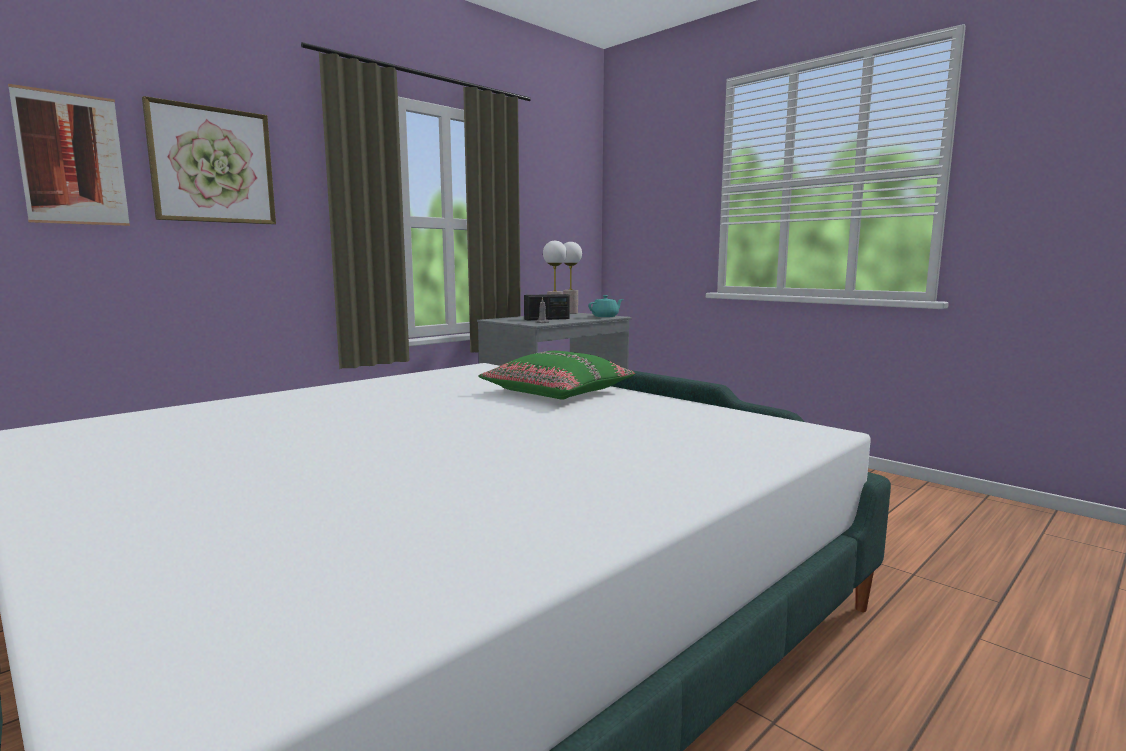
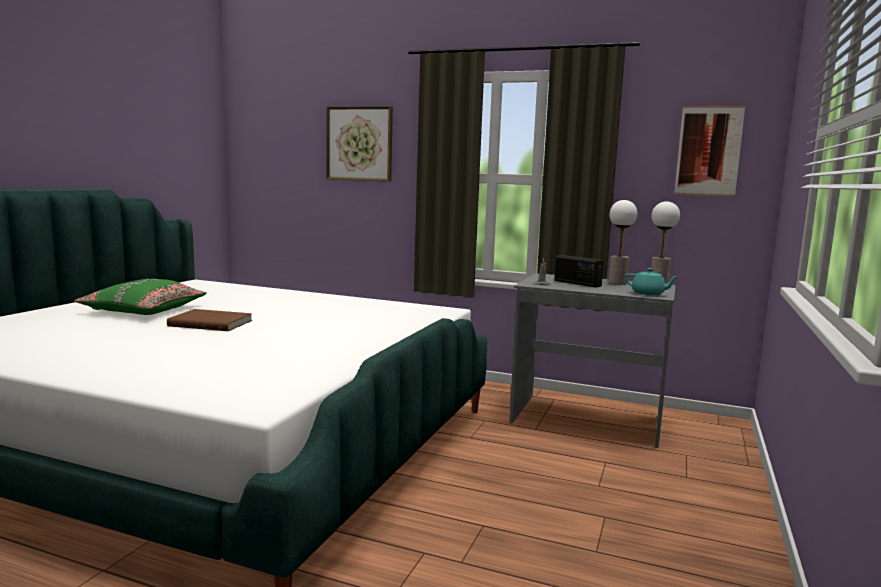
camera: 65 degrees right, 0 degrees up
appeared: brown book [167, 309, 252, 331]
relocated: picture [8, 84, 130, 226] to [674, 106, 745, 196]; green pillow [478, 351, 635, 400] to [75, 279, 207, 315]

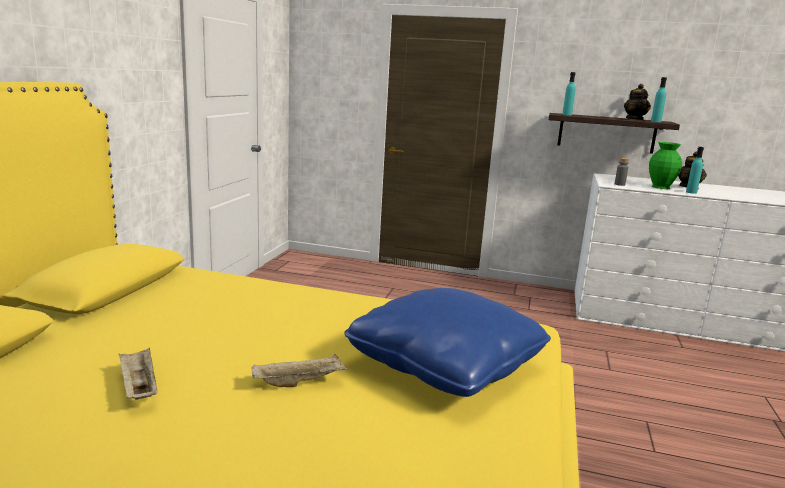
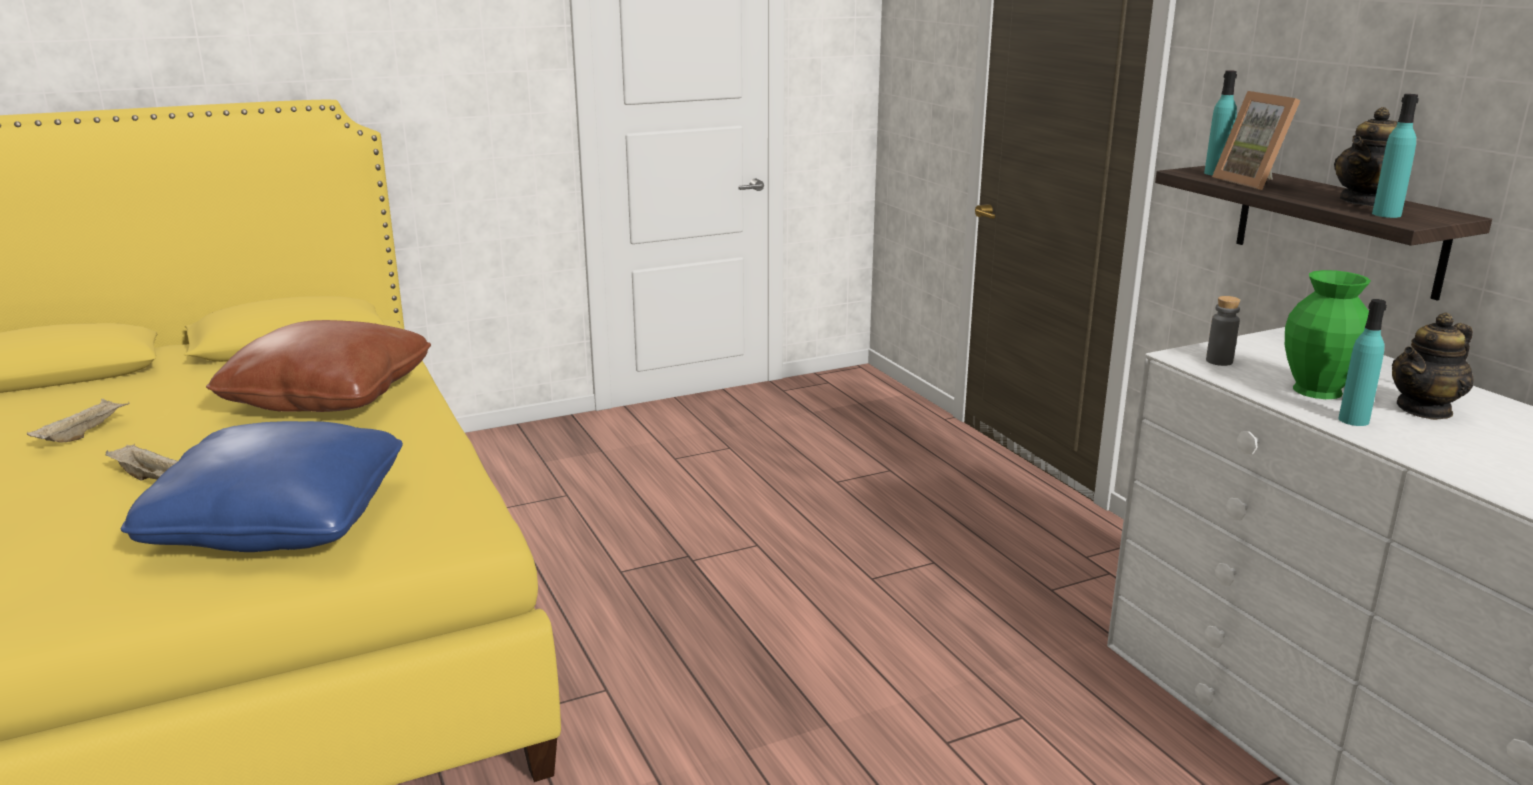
camera: 50 degrees right, 5 degrees up
appeared: brown pillow [206, 320, 431, 412]; picture frame [1212, 91, 1301, 190]

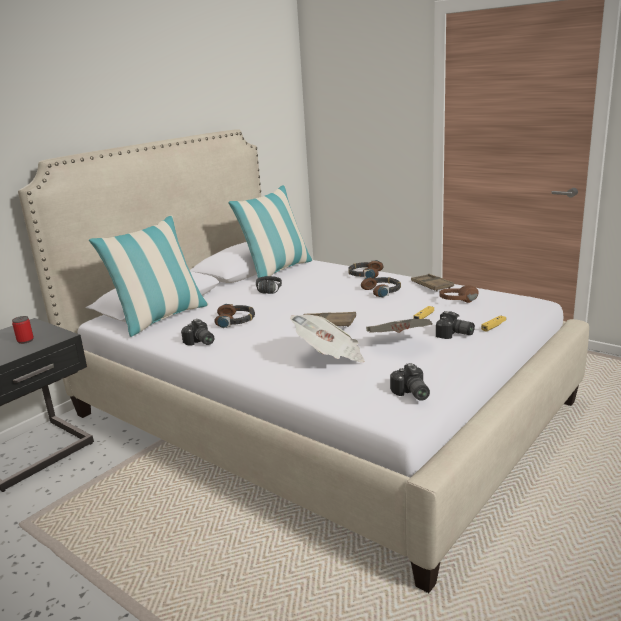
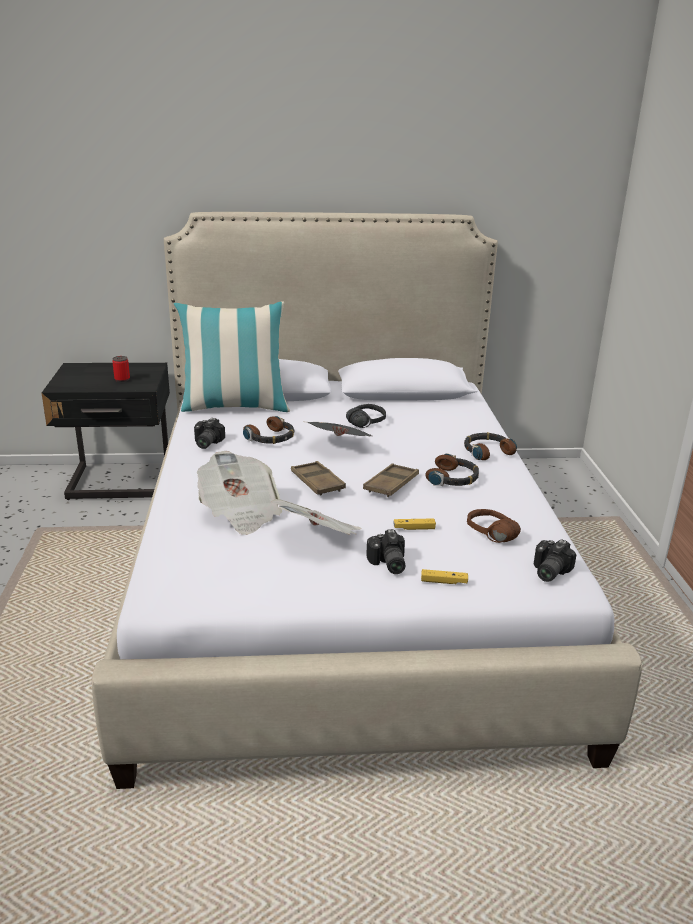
camera: 45 degrees right, 5 degrees up
missing: pillow [228, 185, 313, 278]
appeared: newspaper [303, 421, 372, 437]
relocated: photo camera [390, 363, 430, 401] to [534, 539, 576, 582]; brown tray [411, 274, 454, 292] to [363, 463, 419, 497]

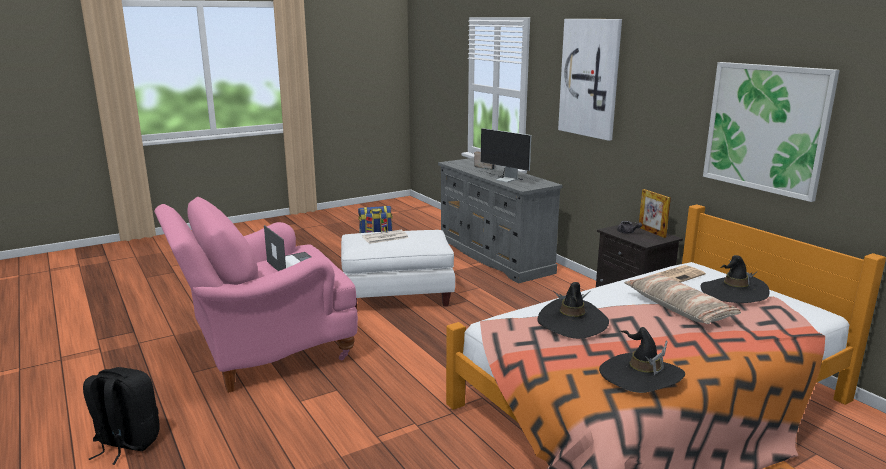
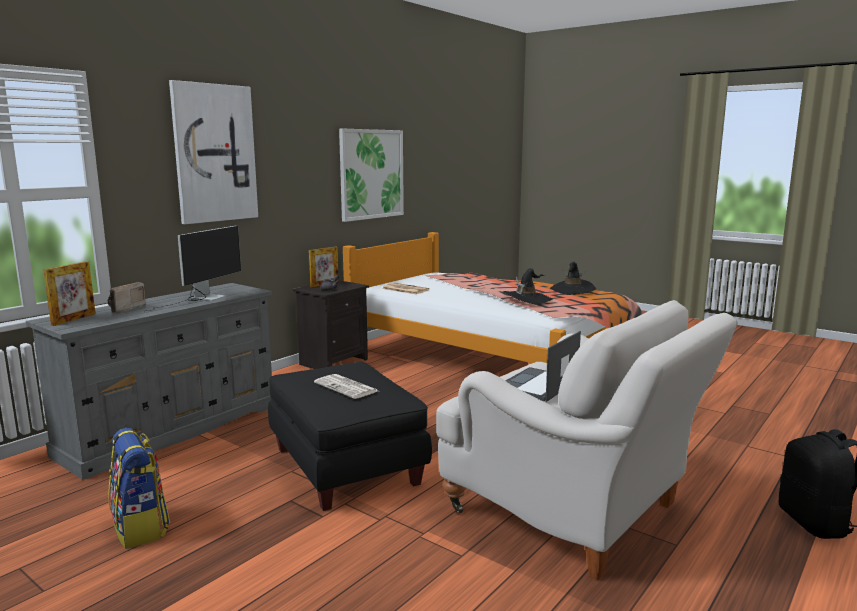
camera: 110 degrees left, 5 degrees down
missing: pillow [624, 274, 741, 324]; black hat [701, 255, 769, 303]
appeared: picture frame [43, 261, 96, 326]
colour: pink armchair [154, 197, 358, 393] to white armchair [436, 300, 738, 580]; white ottoman [341, 230, 455, 309] to black ottoman [268, 362, 432, 511]

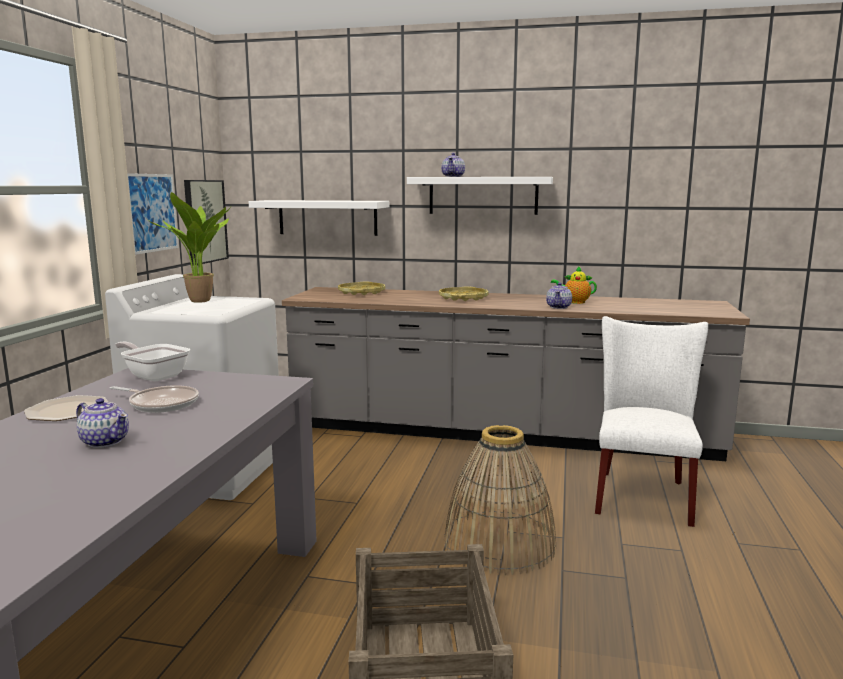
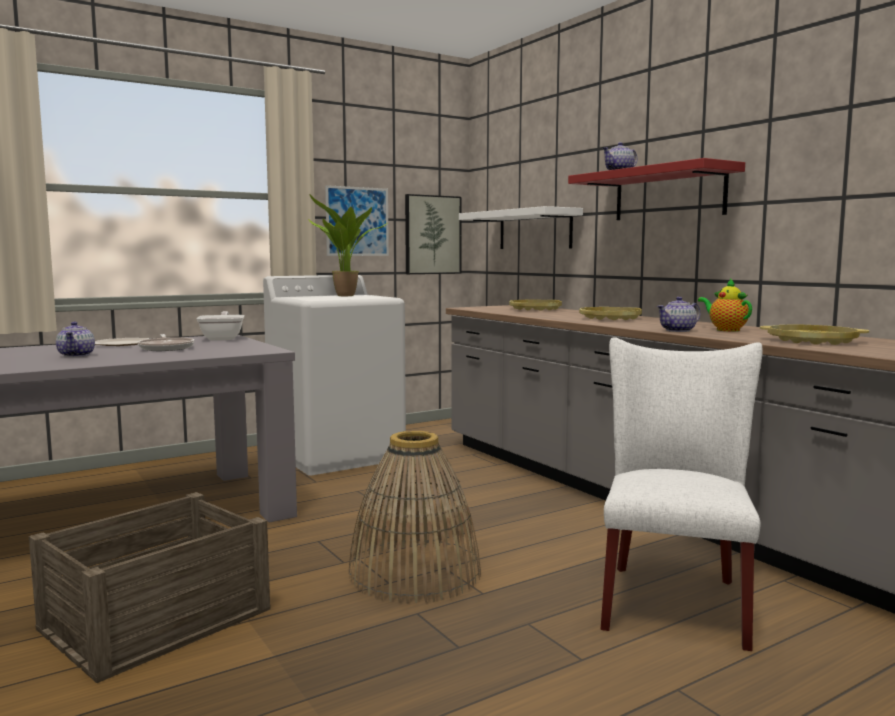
camera: 45 degrees right, 5 degrees down
appeared: yellow tray [760, 325, 869, 345]
colour: white shelf [407, 177, 553, 215] to red shelf [568, 158, 745, 220]
spun: white chair [595, 316, 708, 527] = [600, 337, 763, 651] 45 degrees counterclockwise

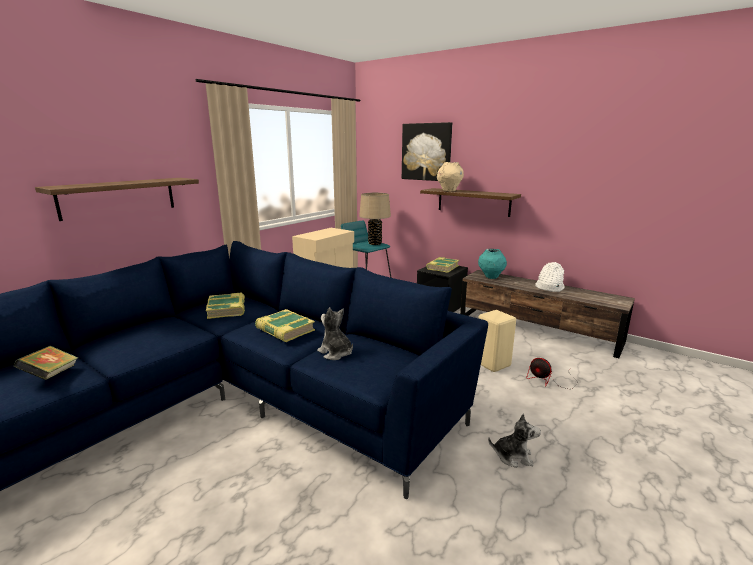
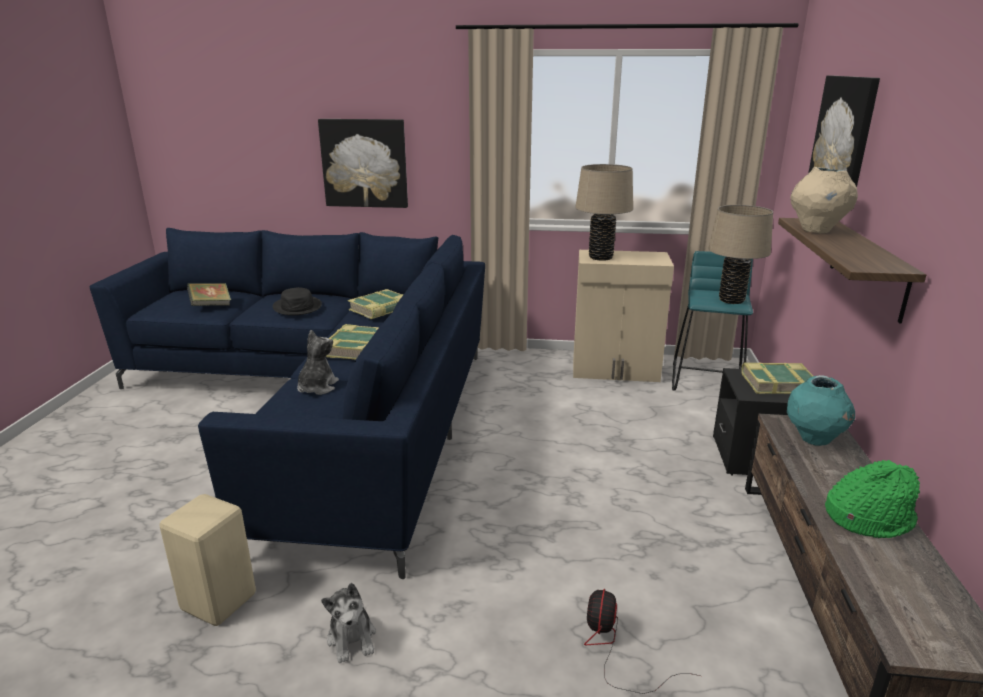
camera: 60 degrees right, 5 degrees up
appeared: black hat [273, 287, 322, 315]; beige table lamp [575, 164, 633, 261]
relocated: beige stool [478, 310, 516, 372] to [159, 494, 256, 626]
exchanged: shelf [35, 178, 199, 221] to picture [318, 119, 408, 208]
colour: white hat [535, 262, 564, 292] to green hat [825, 460, 920, 538]

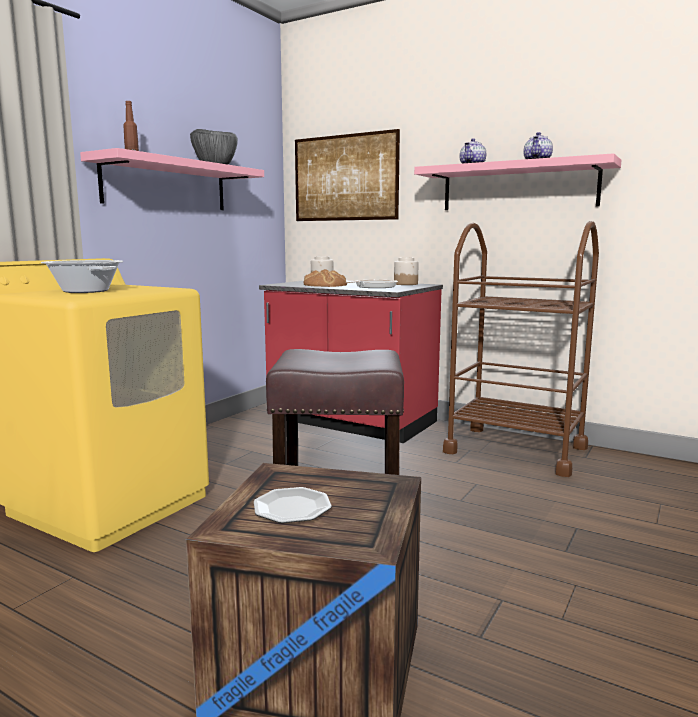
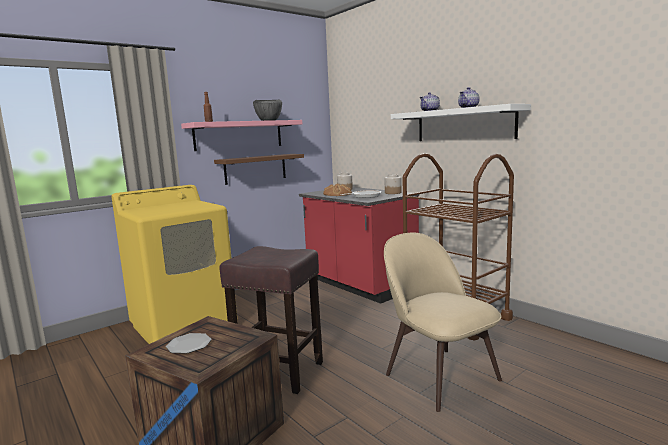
camera: 20 degrees right, 0 degrees up
missing: cooking pot [41, 260, 124, 293]; picture [295, 129, 400, 221]
appeared: brown shelf [214, 154, 304, 185]; beige chair [384, 233, 502, 412]
colour: pink shelf [414, 153, 622, 210] to white shelf [391, 104, 531, 141]

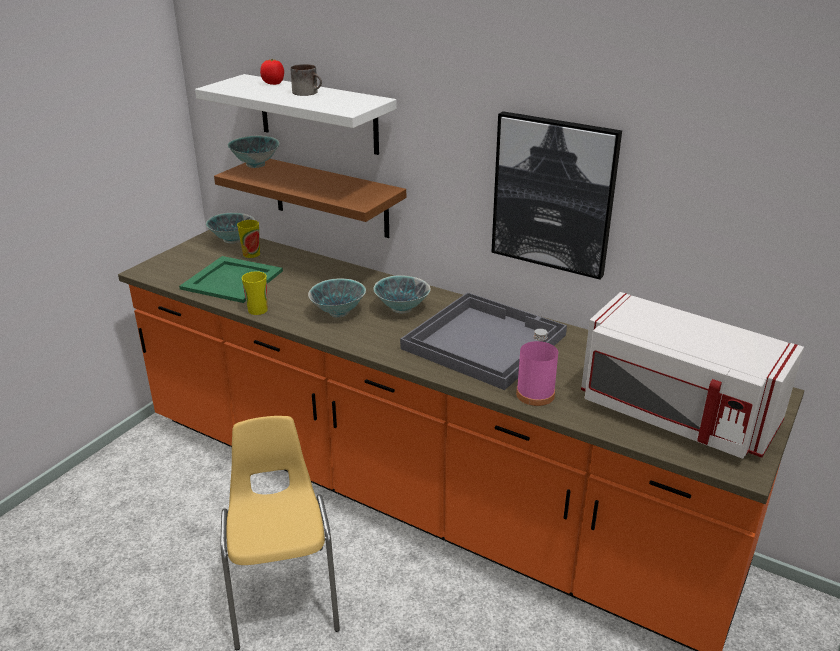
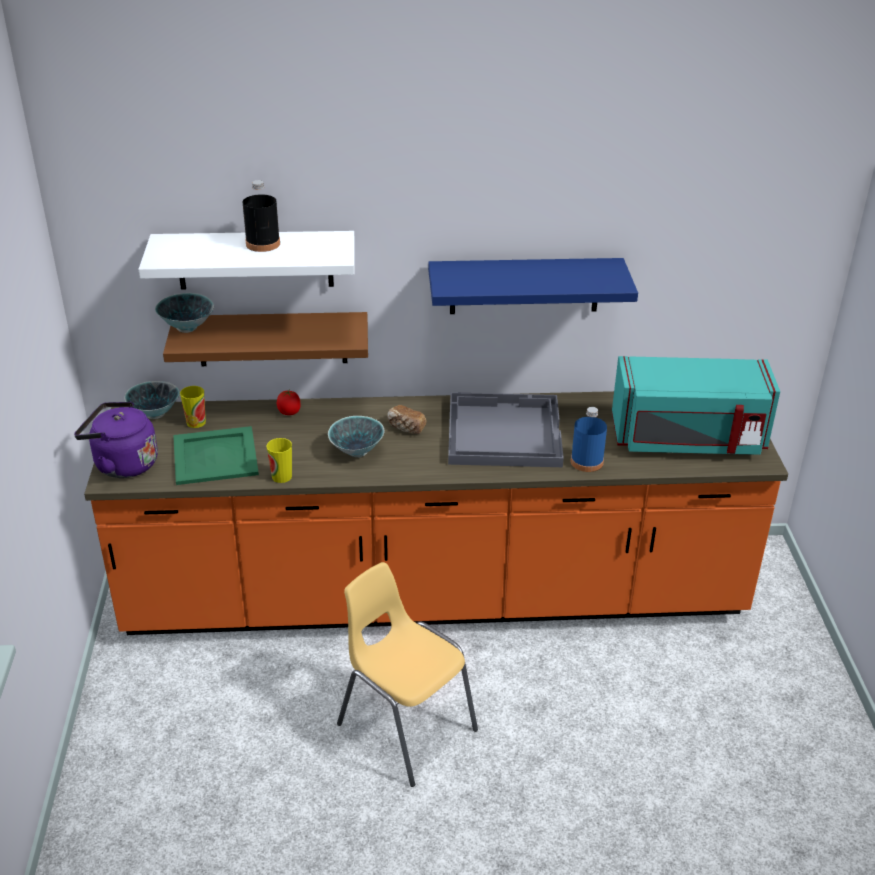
camera: 35 degrees left, 5 degrees up
appeared: purple kettle [74, 402, 158, 478]
relocated: tomato [260, 59, 284, 85] to [277, 390, 301, 415]
exchanged: mug [290, 64, 322, 96] to black bottle [243, 180, 280, 252]; bowl [373, 275, 431, 314] to bread [387, 405, 427, 434]; picture [491, 111, 622, 279] to blue shelf [428, 258, 638, 314]
colour: pink bottle [516, 328, 558, 406] to blue bottle [570, 407, 607, 472]; white microwave [581, 292, 804, 459] to turquoise microwave [612, 356, 780, 455]

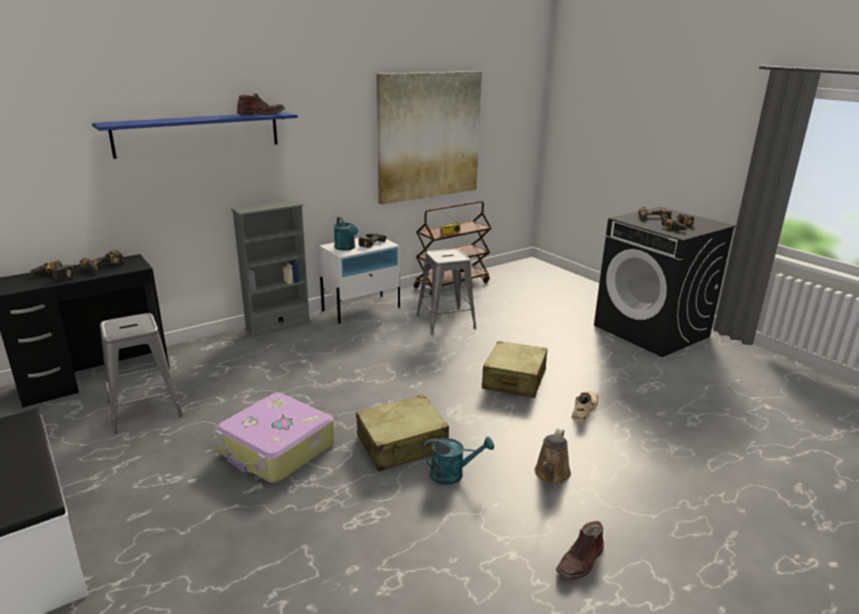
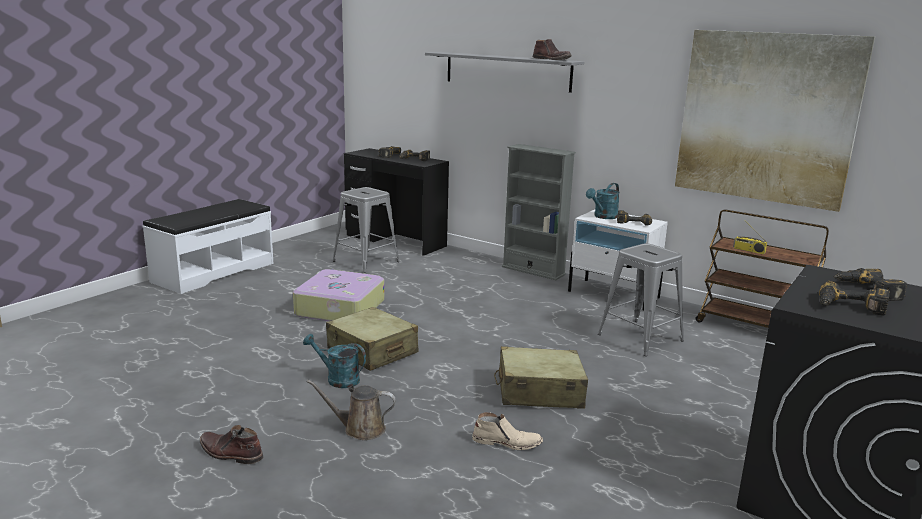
camera: 70 degrees right, 5 degrees down
colour: blue shelf [92, 112, 298, 159] to grey shelf [425, 52, 585, 93]
spun: turquoise watering can [422, 437, 494, 485] = [303, 334, 366, 388] 135 degrees clockwise

